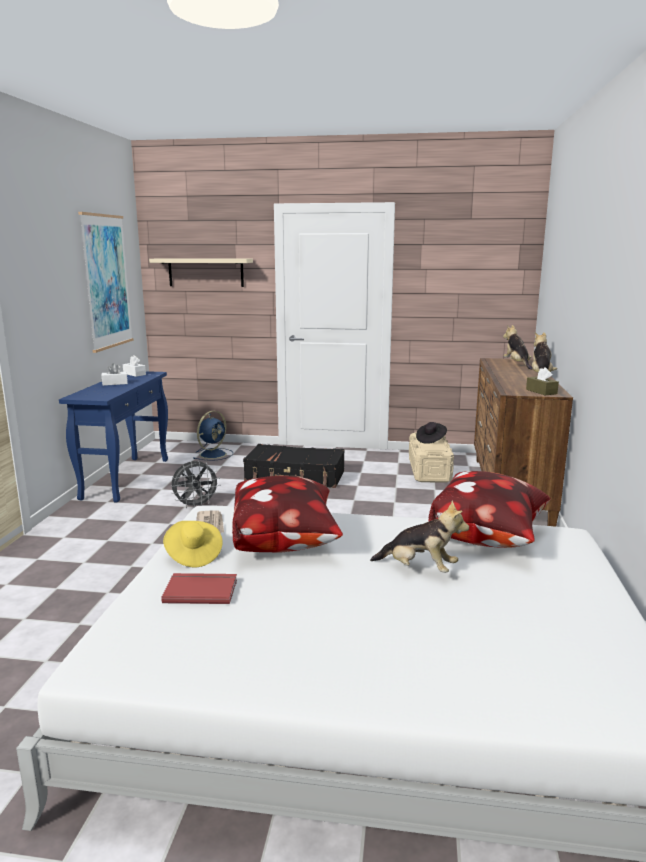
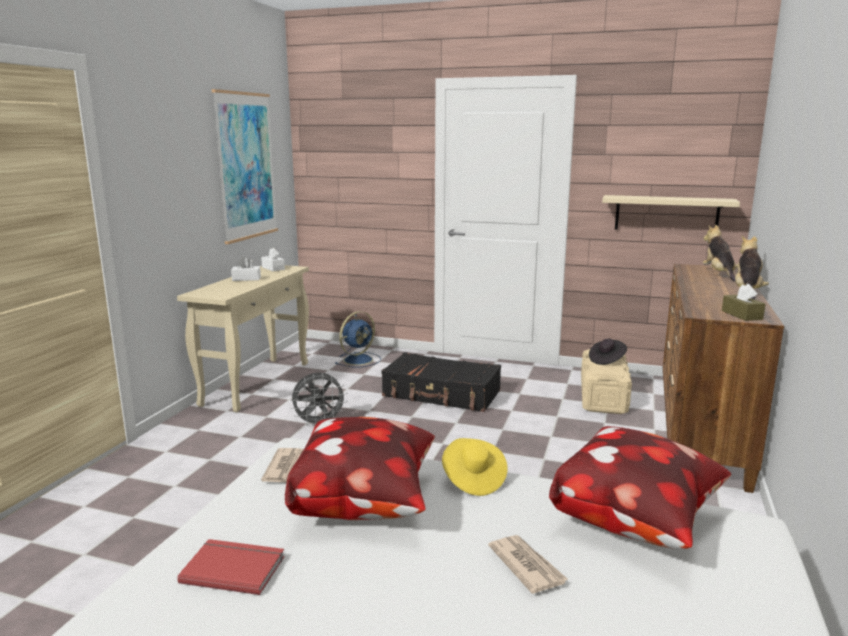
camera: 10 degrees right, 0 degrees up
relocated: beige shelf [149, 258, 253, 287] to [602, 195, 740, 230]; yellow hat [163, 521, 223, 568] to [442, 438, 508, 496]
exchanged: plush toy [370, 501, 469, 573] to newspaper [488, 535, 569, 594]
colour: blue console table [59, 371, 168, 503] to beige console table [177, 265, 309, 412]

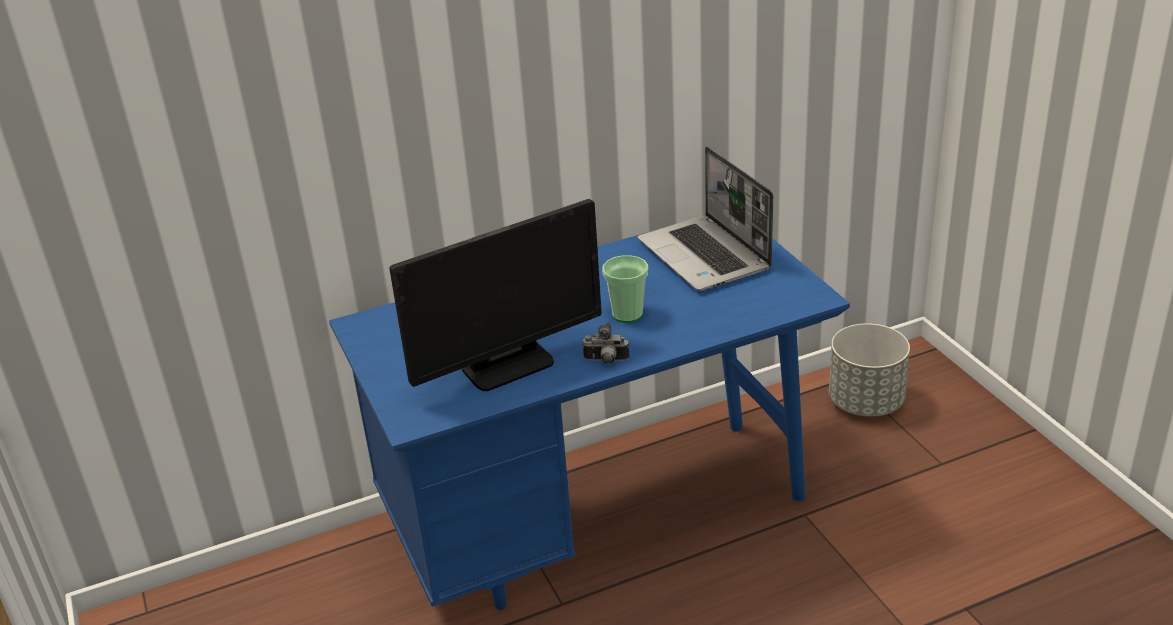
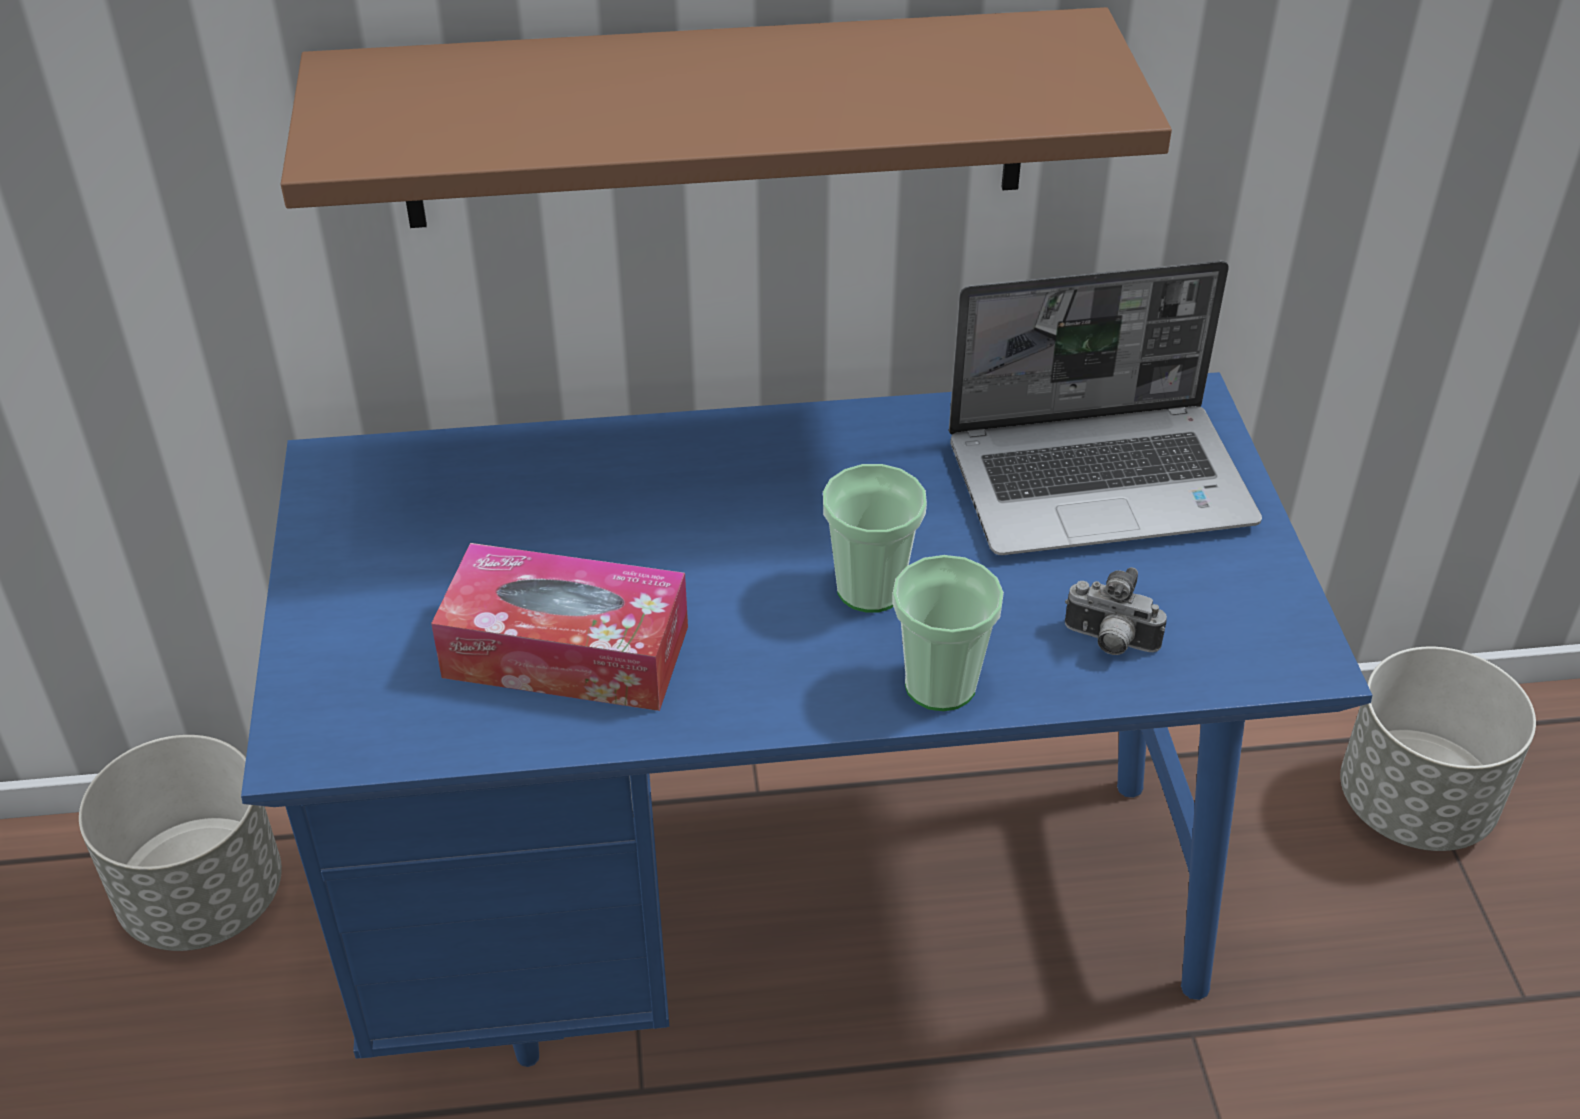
camera: 15 degrees right, 10 degrees up
appeared: grey planter [79, 735, 282, 951]; brown shelf [280, 7, 1172, 228]; cup [892, 555, 1004, 711]
relocated: photo camera [582, 323, 629, 364] to [1065, 567, 1167, 655]
exchanged: monitor [389, 199, 602, 391] to tissue box [431, 543, 688, 711]
spun: laptop [638, 146, 773, 291] = [949, 261, 1262, 555] 90 degrees counterclockwise

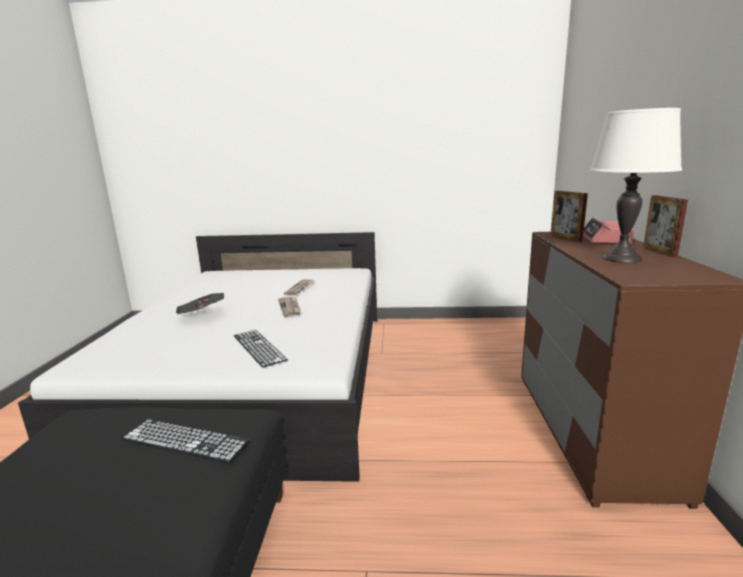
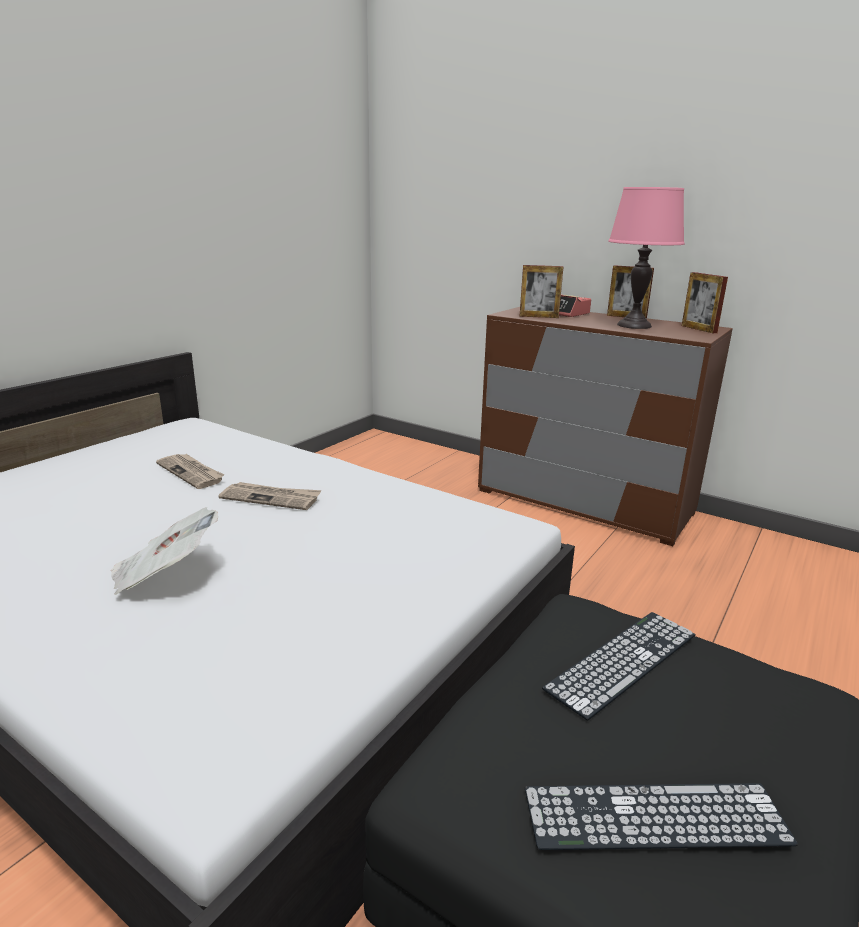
camera: 60 degrees left, 5 degrees up
appeared: picture frame [682, 272, 728, 333]
relocated: keyboard [234, 330, 288, 368] to [525, 783, 798, 850]
colour: white table lamp [590, 108, 682, 263] to pink table lamp [608, 187, 685, 329]

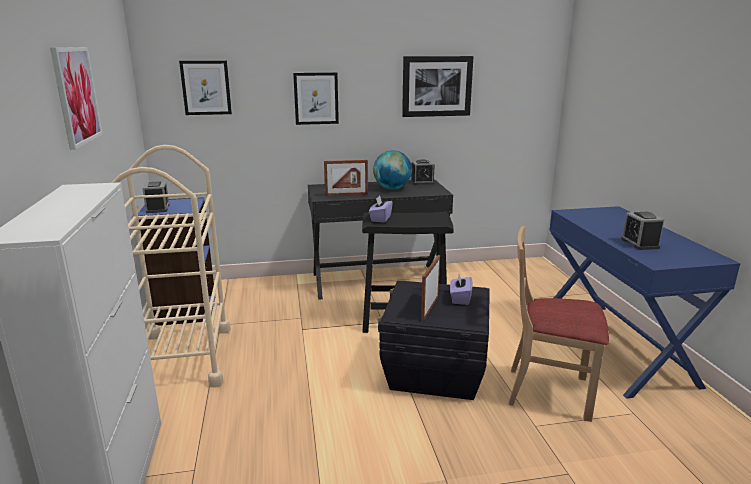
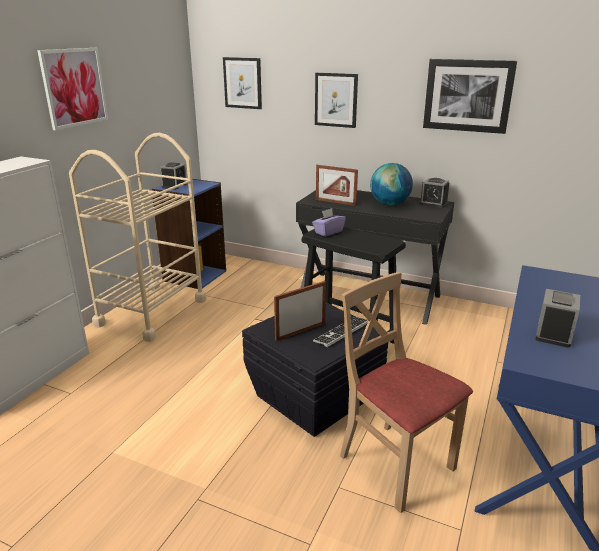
camera: 35 degrees right, 5 degrees up
exchanged: purple tissue box [450, 274, 472, 305] to keyboard [313, 317, 368, 347]

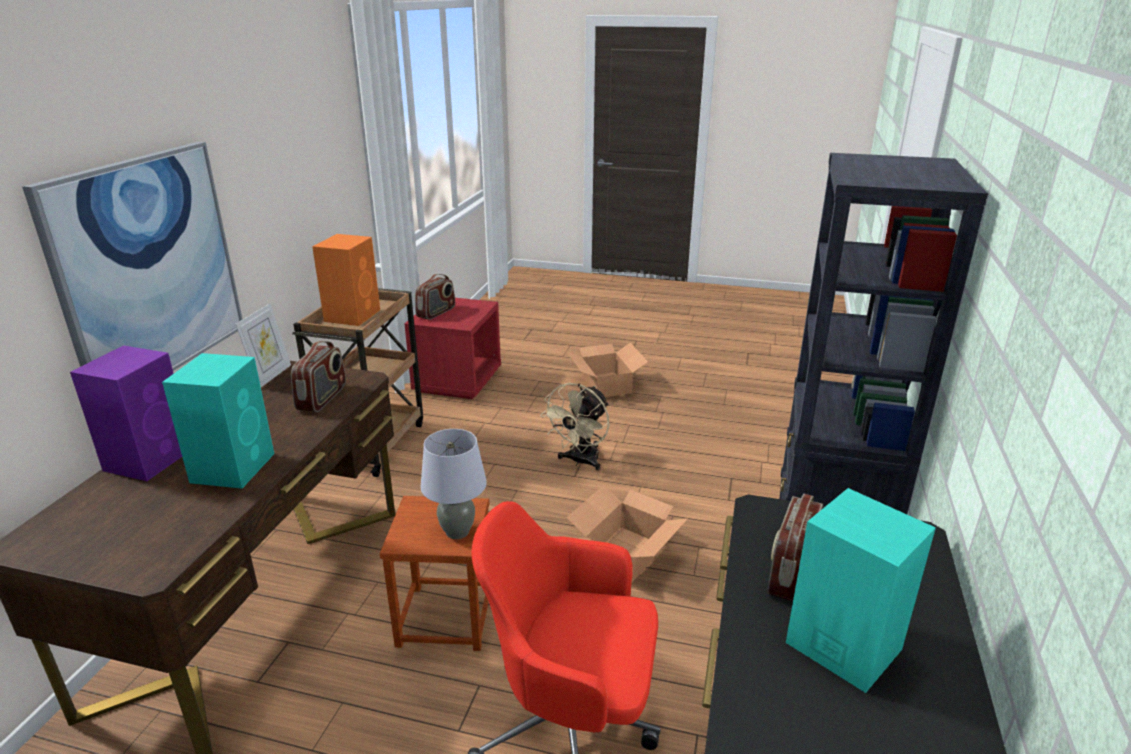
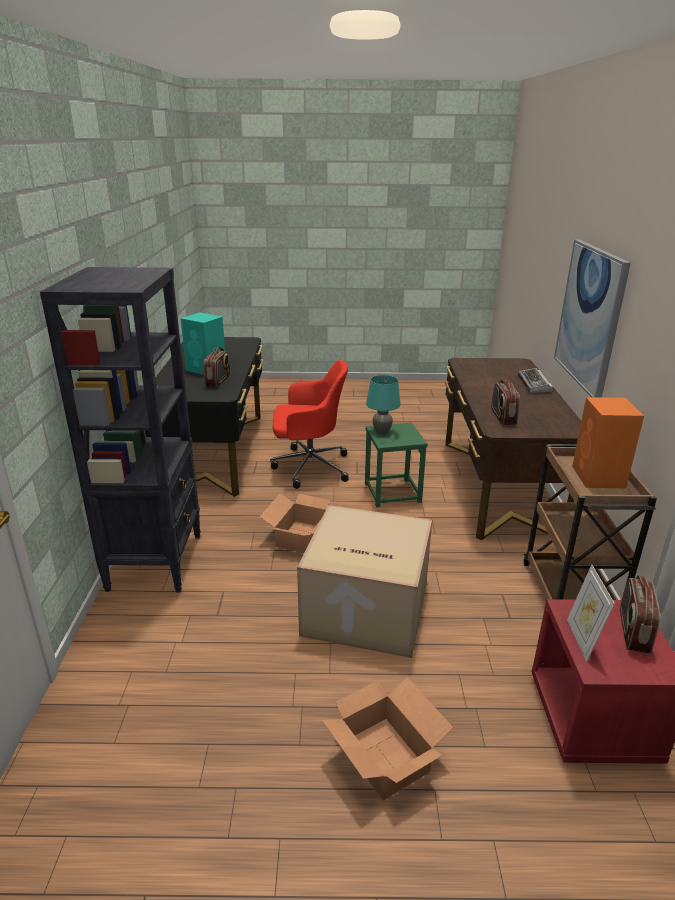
camera: 165 degrees right, 0 degrees up
missing: turquoise speaker [162, 353, 274, 489]
relocated: picture frame [236, 304, 291, 387] to [567, 564, 615, 662]
exchanged: purple speaker [70, 346, 182, 481] to keyboard [518, 368, 554, 393]; beige fan [540, 383, 610, 471] to cardboard box [297, 505, 432, 658]
colour: brown stool [380, 496, 489, 651] to green stool [365, 423, 428, 507]; grey table lamp [420, 429, 487, 539] to turquoise table lamp [366, 375, 401, 435]

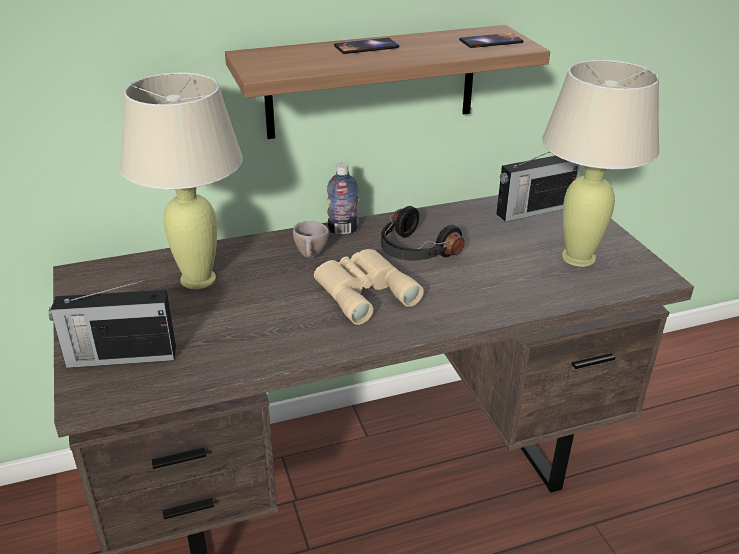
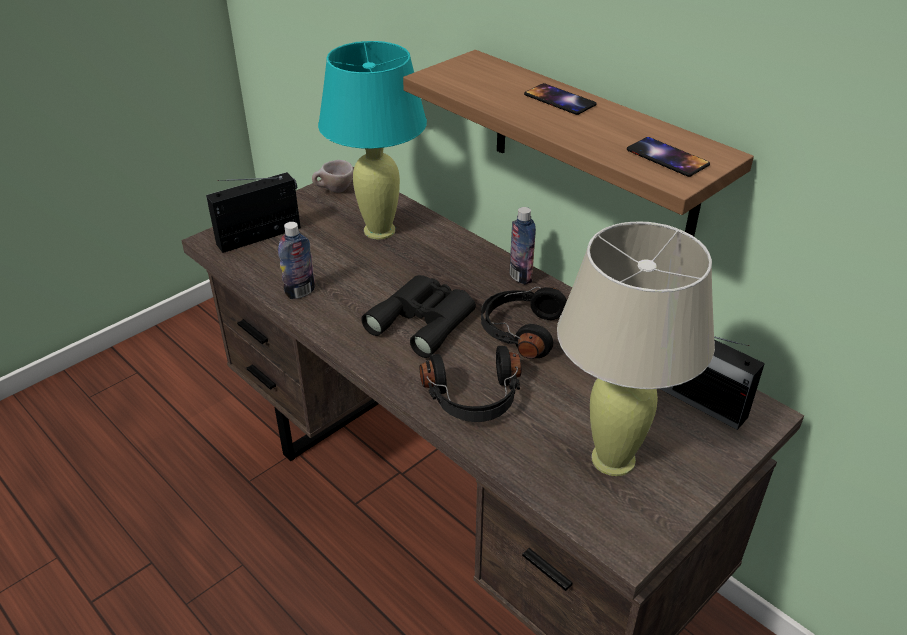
camera: 65 degrees right, 5 degrees up
appeared: bottle [278, 222, 315, 299]; black headphones [420, 346, 521, 422]
relocated: beige cup [293, 221, 329, 258] to [312, 160, 354, 193]
colour: beige table lamp [120, 72, 243, 289] to turquoise table lamp [318, 41, 427, 239]; beige binoculars [314, 249, 424, 325] to black binoculars [361, 275, 476, 358]
spun: radio [49, 280, 176, 368] = [206, 172, 301, 253] 90 degrees clockwise

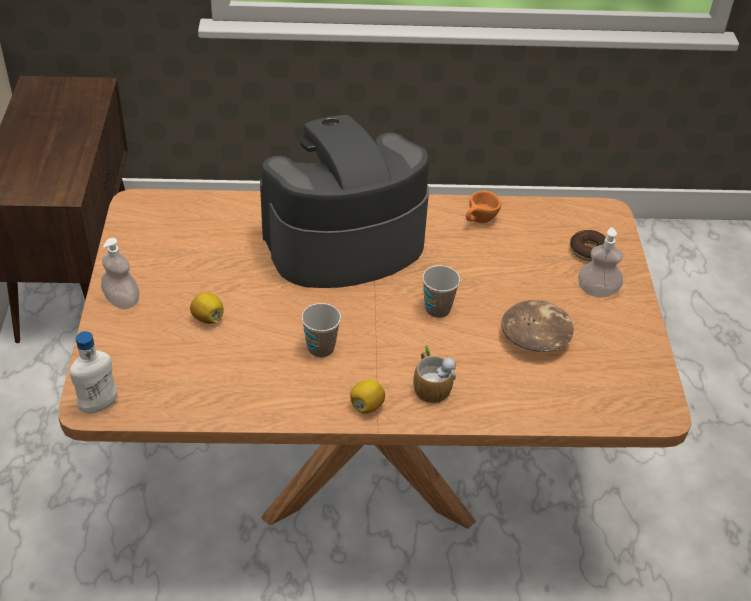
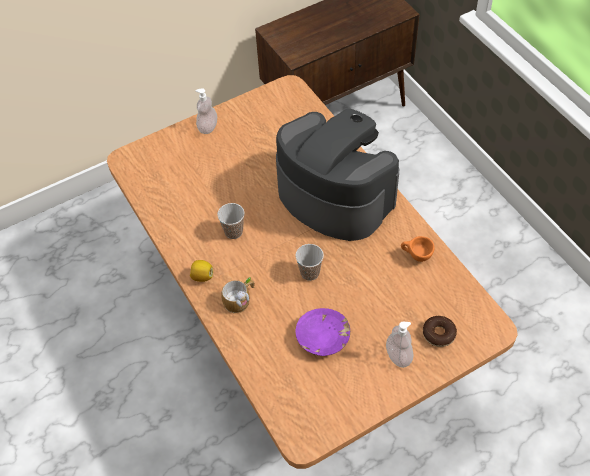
camera: 65 degrees right, 10 degrees up
missing: white bottle [70, 331, 117, 414]; lemon [190, 292, 224, 324]
colour: brown bowl [501, 300, 574, 352] to purple bowl [295, 308, 350, 356]

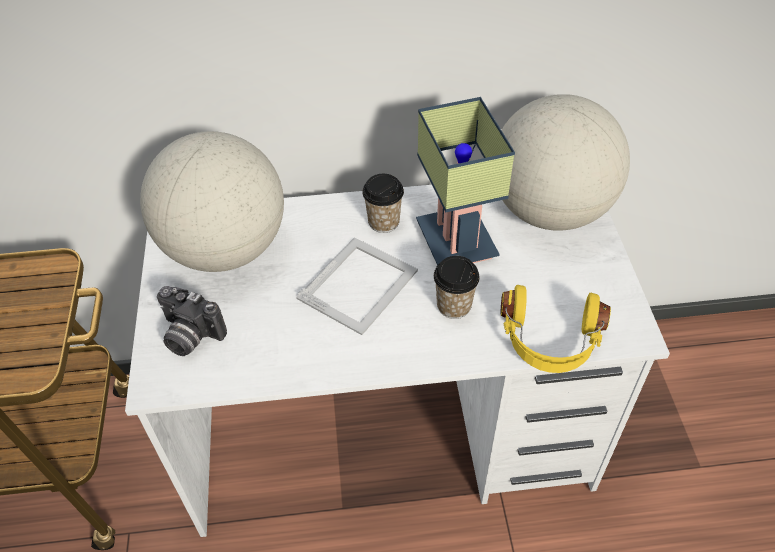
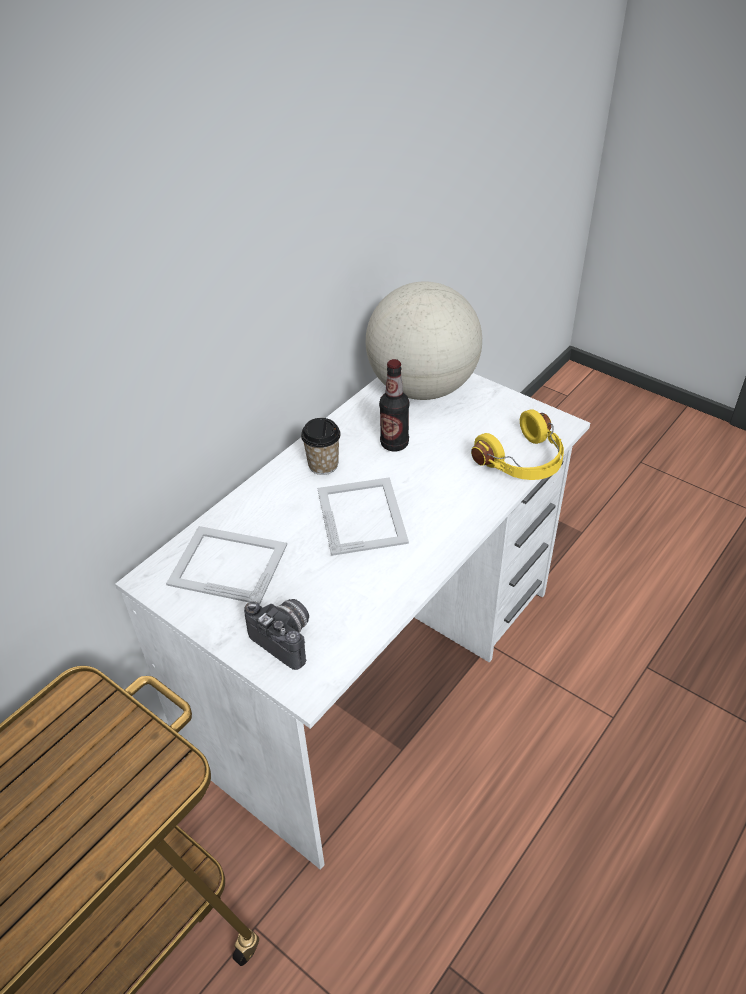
camera: 45 degrees left, 5 degrees down
missing: cup [434, 256, 480, 319]
exchanged: globe [140, 131, 284, 272] to picture frame [166, 526, 287, 605]; table lamp [416, 97, 515, 265] to bottle [379, 359, 409, 452]
spun: photo camera [157, 286, 227, 356] = [244, 599, 309, 670] 120 degrees counterclockwise

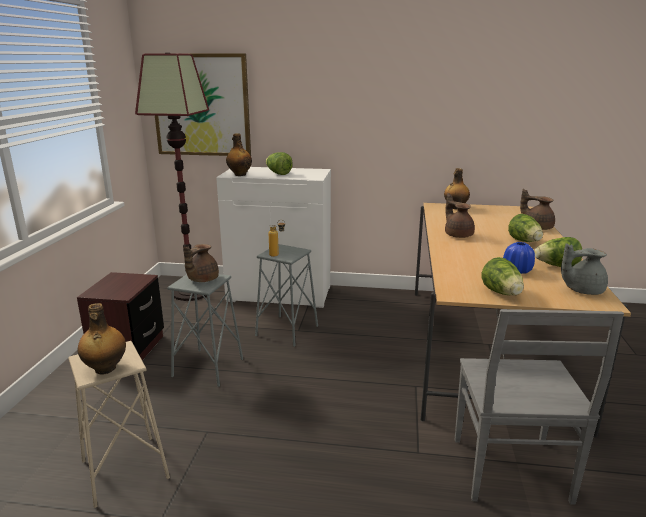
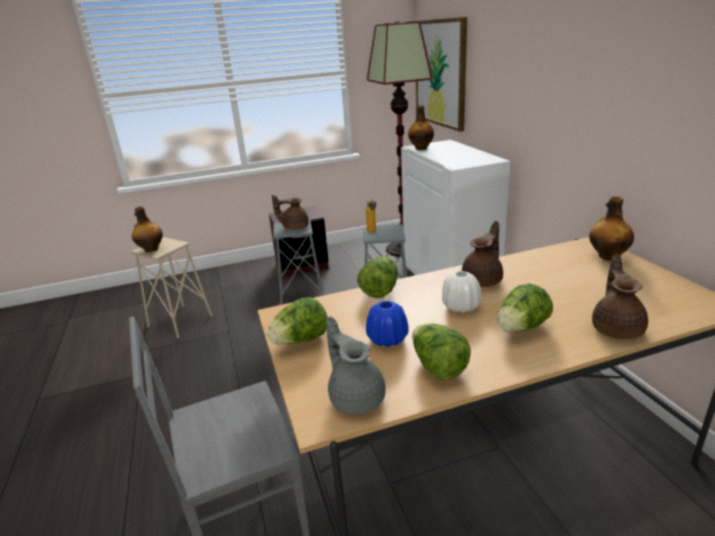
camera: 65 degrees right, 5 degrees up
appeared: white vase [442, 271, 481, 313]
relocated: lettuce [266, 152, 293, 175] to [357, 256, 398, 298]

